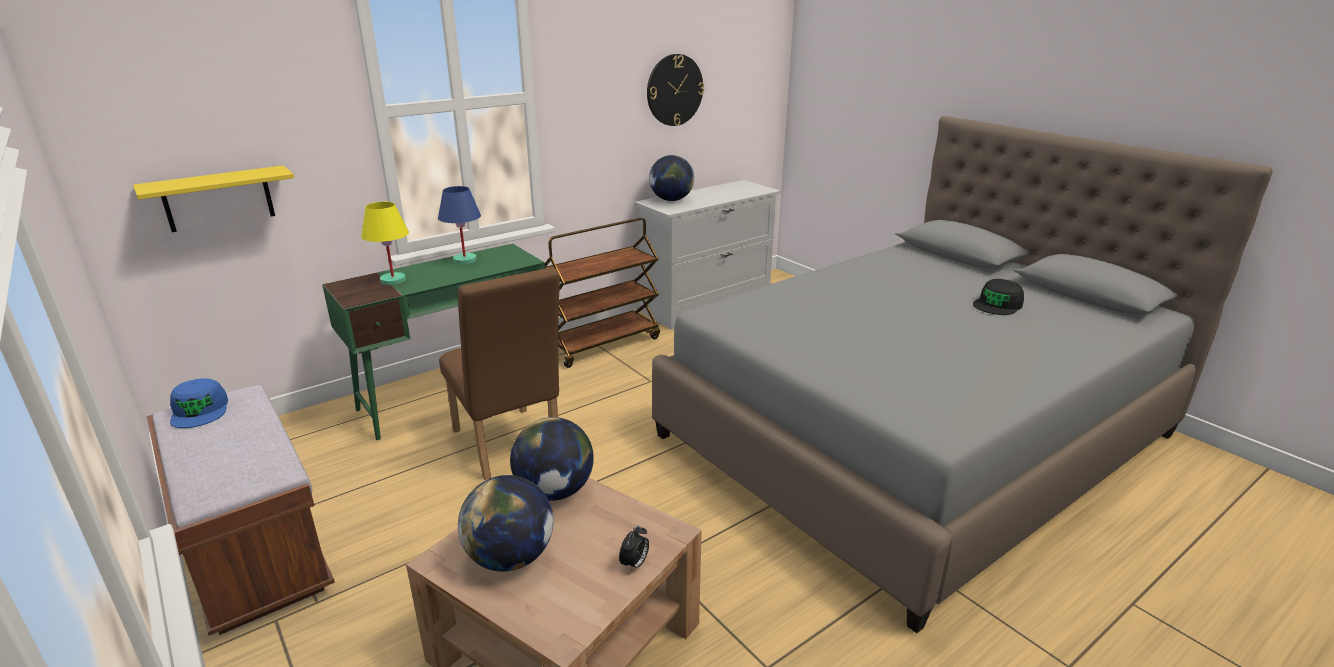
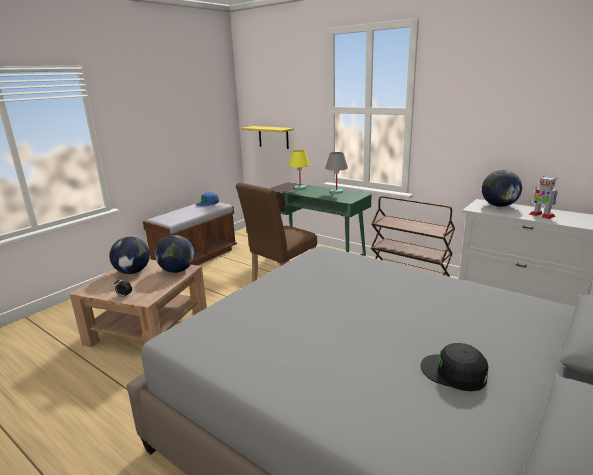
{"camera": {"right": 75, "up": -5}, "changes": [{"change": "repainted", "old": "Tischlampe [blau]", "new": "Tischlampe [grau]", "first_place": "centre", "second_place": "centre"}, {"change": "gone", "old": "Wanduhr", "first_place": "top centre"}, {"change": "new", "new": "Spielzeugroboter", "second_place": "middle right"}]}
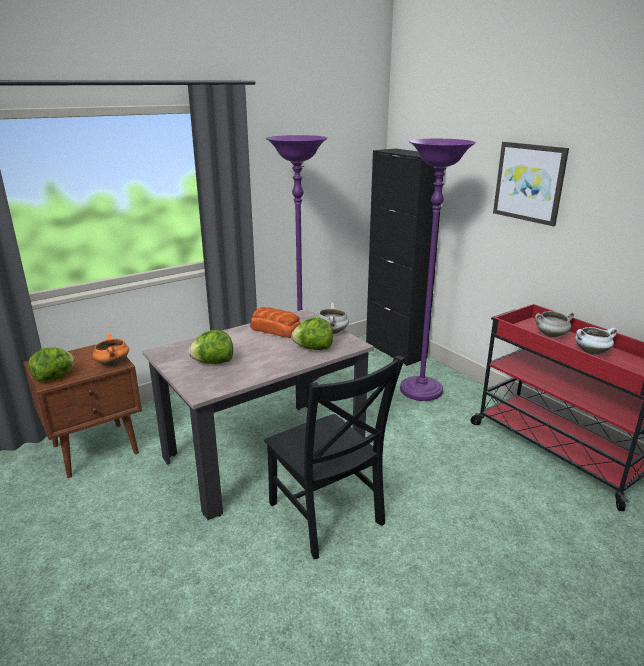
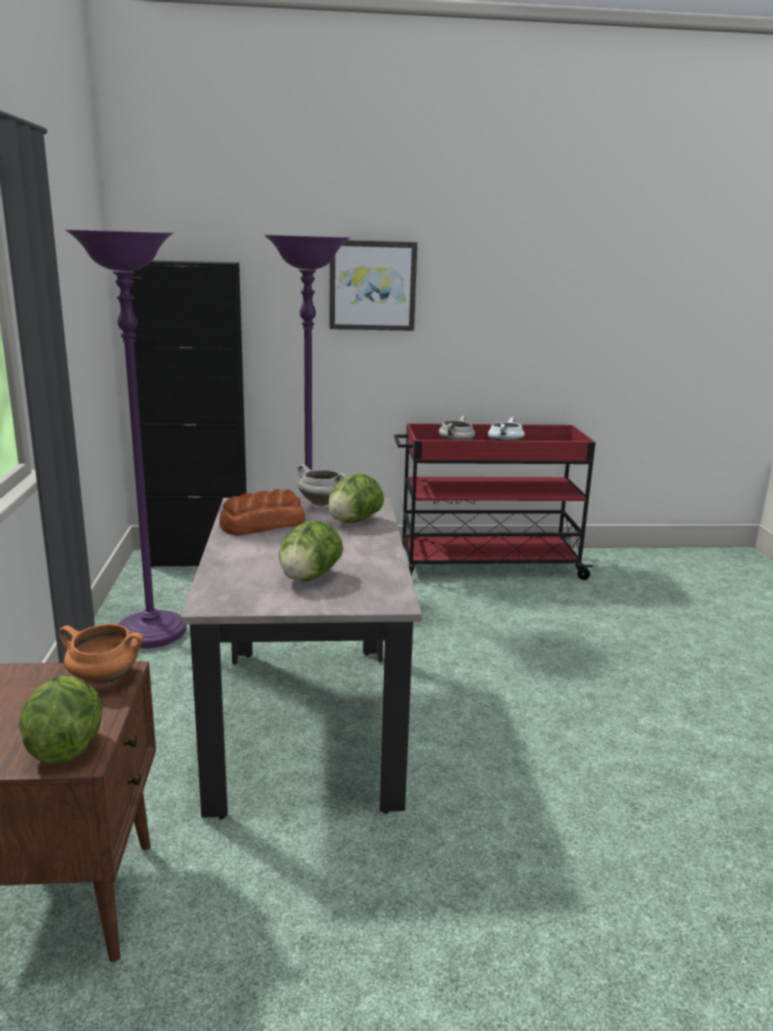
{"camera": {"right": -60, "up": -5}, "changes": [{"change": "gone", "old": "Stuhl [schwarz]", "first_place": "bottom centre"}]}
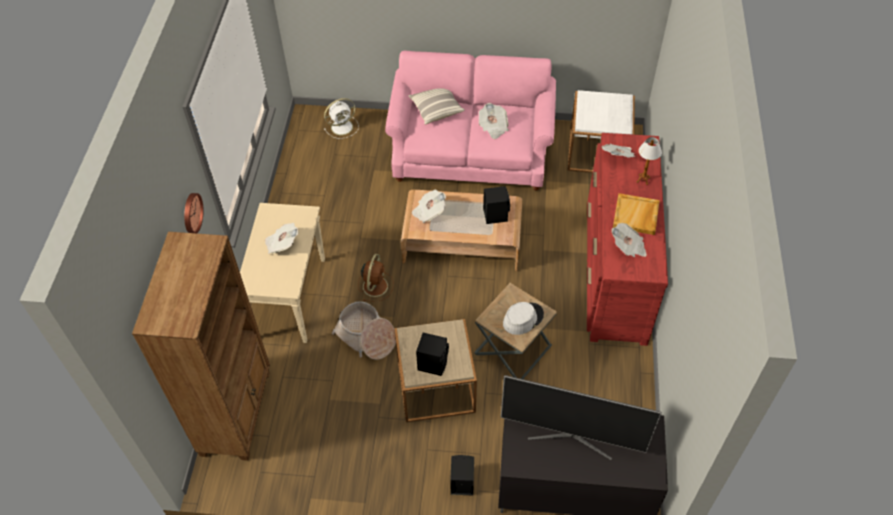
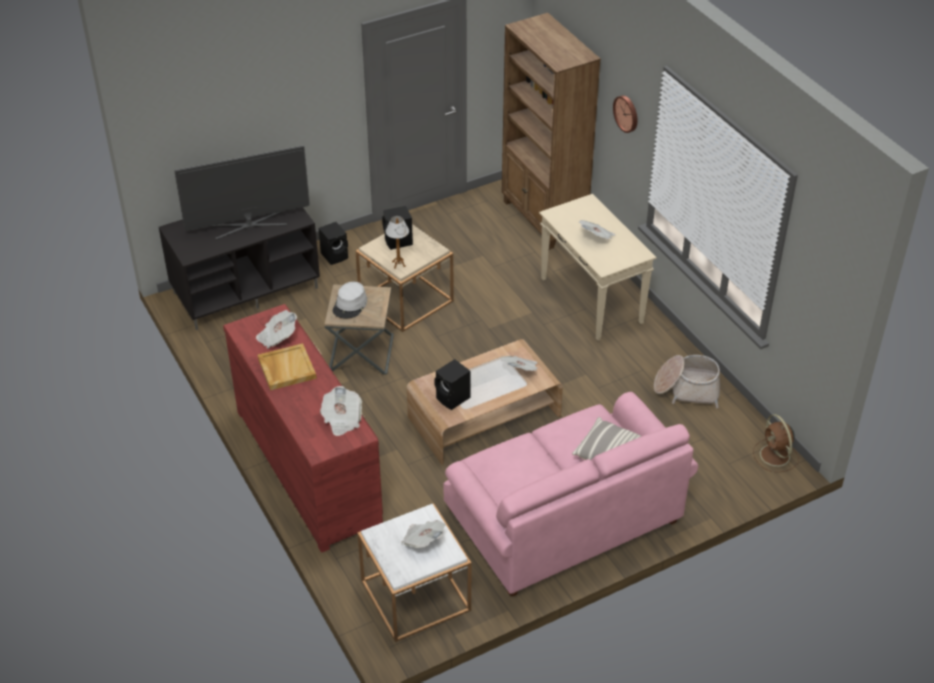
{"camera": {"right": 145, "up": -10}, "changes": [{"change": "gone", "old": "Ventilator [weiß]", "first_place": "top centre"}, {"change": "shifted", "old": "Korb", "first_place": "centre", "second_place": "middle right"}, {"change": "shifted", "old": "Ventilator [braun]", "first_place": "centre", "second_place": "middle right"}, {"change": "shifted", "old": "Zeitung (no. 3 from left)", "first_place": "top centre", "second_place": "bottom centre"}, {"change": "shifted", "old": "Tischlampe", "first_place": "top right", "second_place": "centre"}]}
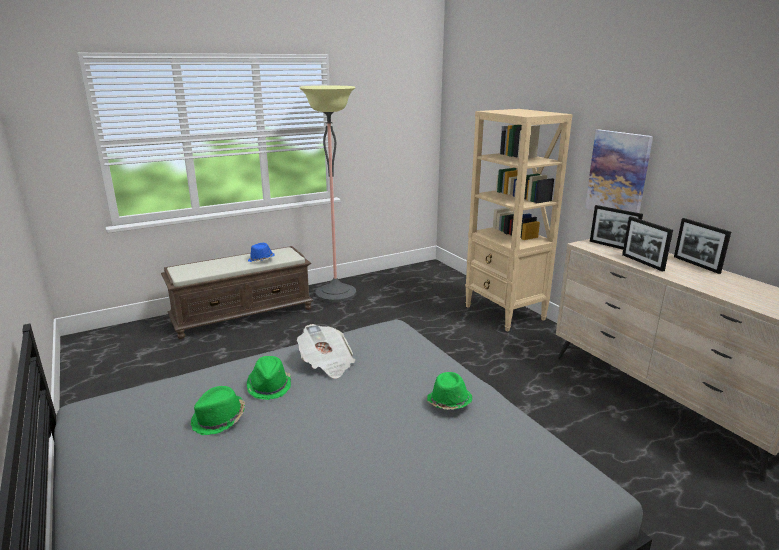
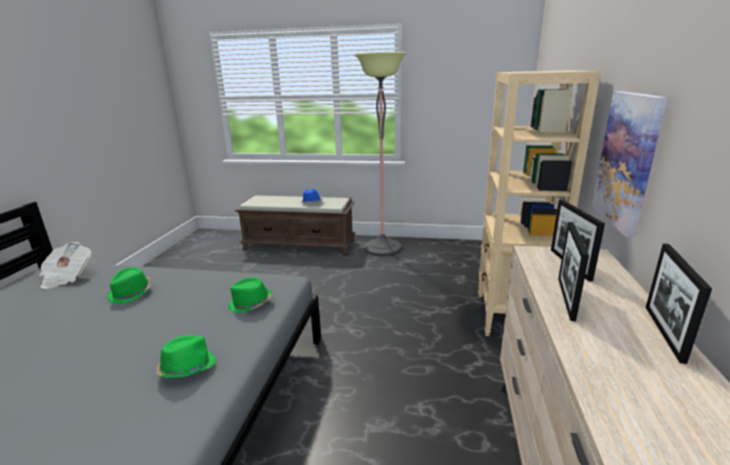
{"camera": {"right": 40, "up": 0}, "changes": [{"change": "shifted", "old": "Hut [grün] (no. 1 from left in the first image)", "new": "Hut [grün] (no. 3 from left)", "first_place": "bottom left", "second_place": "centre"}, {"change": "shifted", "old": "Zeitung", "first_place": "centre", "second_place": "middle left"}]}
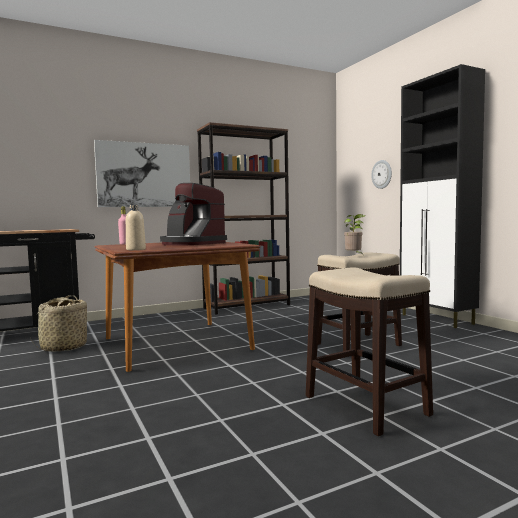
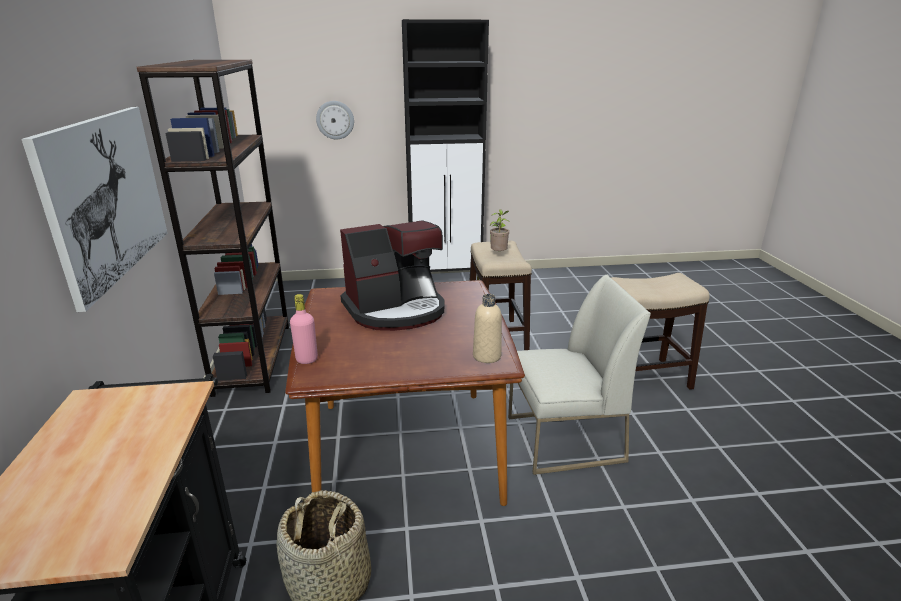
{"camera": {"right": -70, "up": 20}, "changes": [{"change": "new", "new": "Stuhl [weiß]", "second_place": "centre"}]}
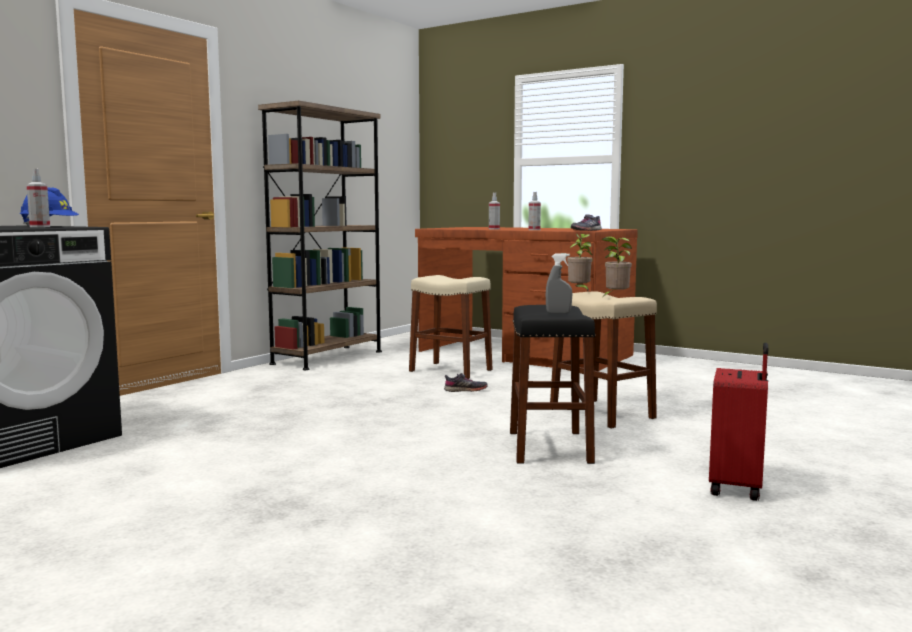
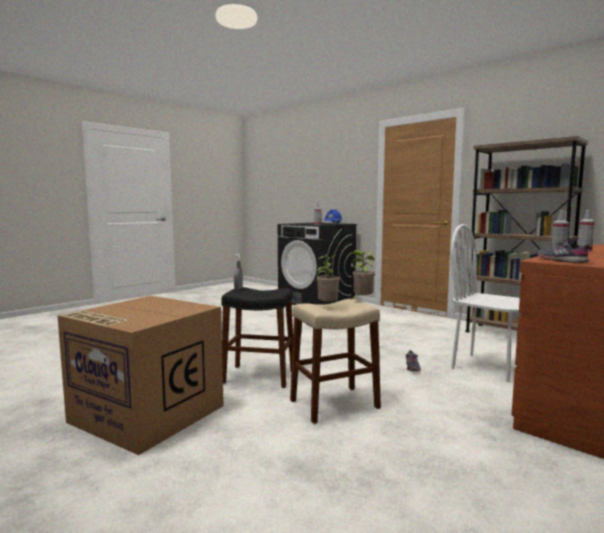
{"camera": {"right": 100, "up": 0}, "changes": [{"change": "swapped", "old": "Hocker [beige] (no. 1 from left)", "new": "Stuhl [weiß]", "first_place": "centre", "second_place": "middle right"}, {"change": "swapped", "old": "Koffer [rot]", "new": "Karton", "first_place": "bottom right", "second_place": "bottom left"}]}
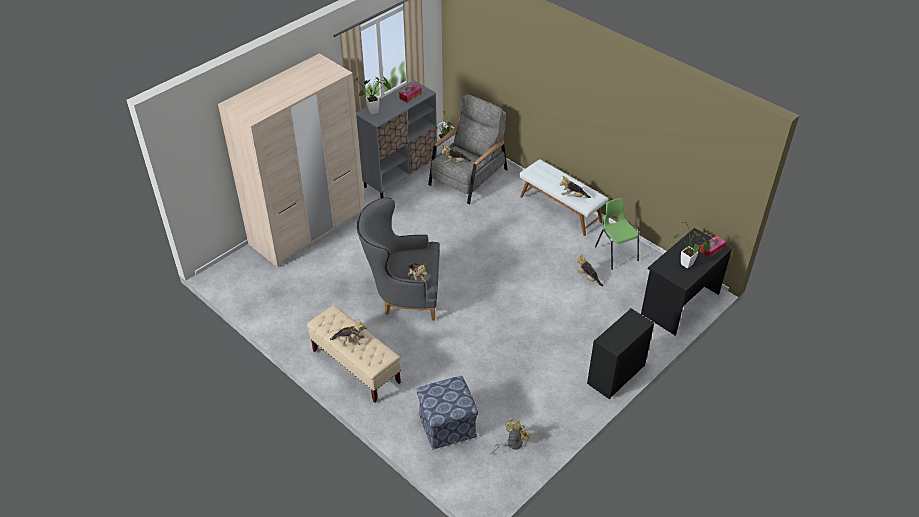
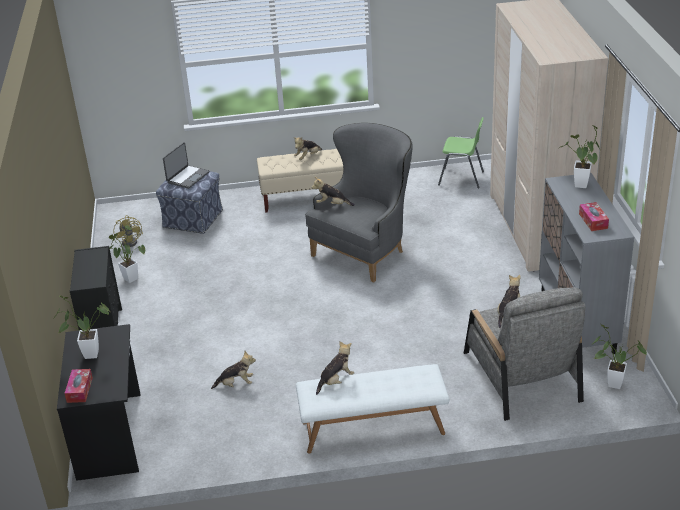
{"camera": {"right": 130, "up": -10}, "changes": [{"change": "shifted", "old": "Stuhl [grün]", "first_place": "middle right", "second_place": "top right"}, {"change": "new", "new": "Topfpflanze (no. 2 from left)", "second_place": "middle left"}, {"change": "new", "new": "Laptop", "second_place": "top left"}]}
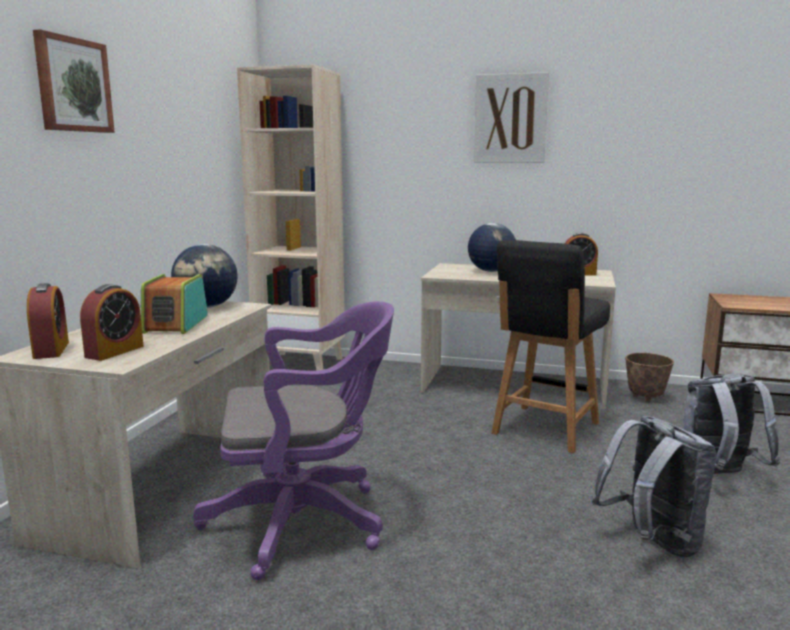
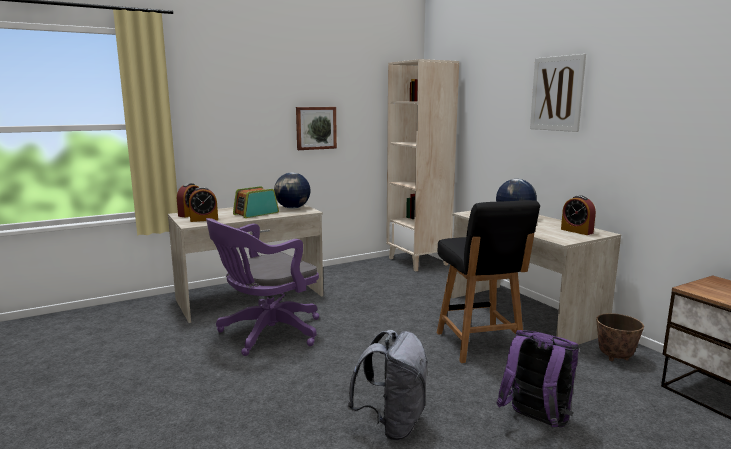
{"camera": {"right": 45, "up": 0}, "changes": [{"change": "shifted", "old": "Bild (no. 1 from left)", "first_place": "top left", "second_place": "top centre"}, {"change": "rotated", "old": "Bürostuhl [lila]", "first_place": "bottom centre", "second_place": "centre", "degrees": 105}, {"change": "rotated", "old": "Stuhl [schwarz]", "first_place": "middle right", "second_place": "middle right", "degrees": -90}, {"change": "repainted", "old": "Rucksack [grau] (no. 2 from left)", "new": "Rucksack [lila]", "first_place": "bottom right", "second_place": "bottom right"}]}
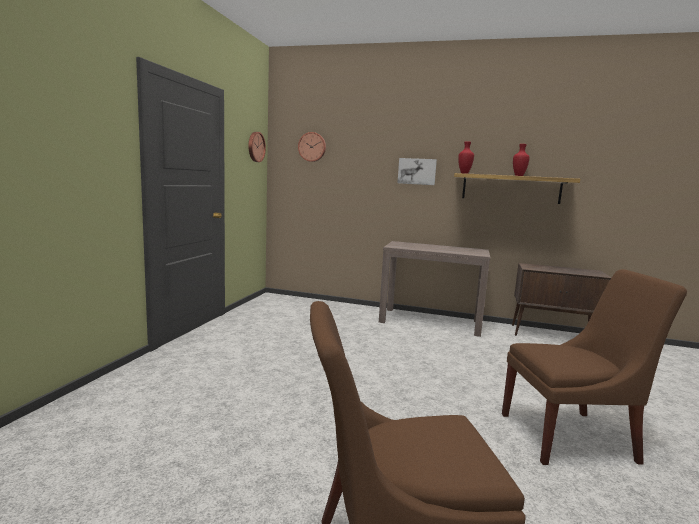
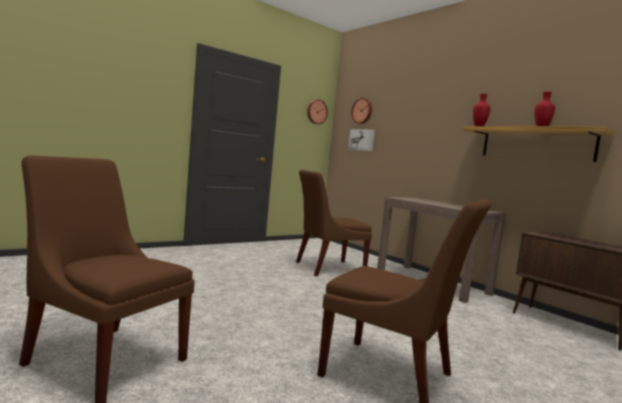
{"camera": {"right": 35, "up": -5}, "changes": [{"change": "shifted", "old": "Bild", "first_place": "top centre", "second_place": "centre"}, {"change": "new", "new": "Stuhl [braun] (no. 2 from left)", "second_place": "centre"}]}
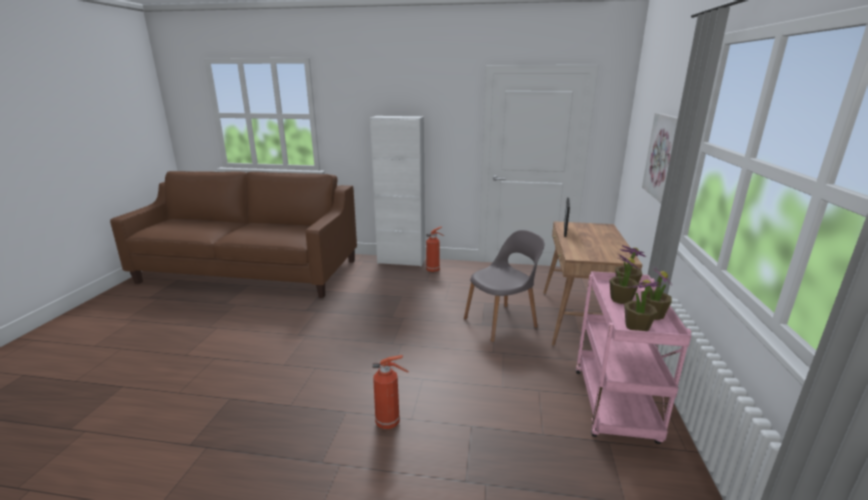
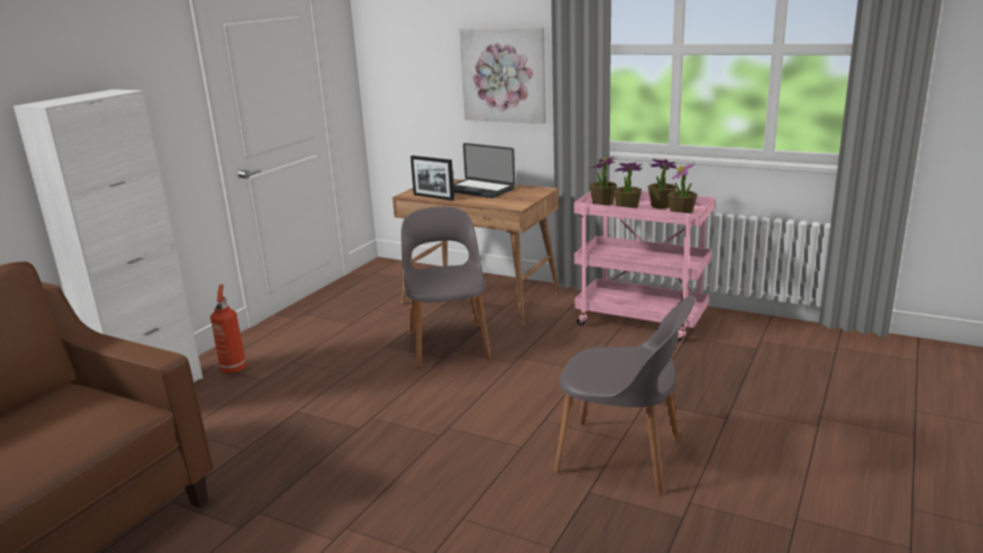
{"camera": {"right": -70, "up": 0}, "changes": [{"change": "swapped", "old": "Feuerlöscher (no. 1 from left)", "new": "Stuhl [grau] (no. 2 from left)", "first_place": "bottom centre", "second_place": "bottom centre"}, {"change": "new", "new": "Laptop", "second_place": "top centre"}]}
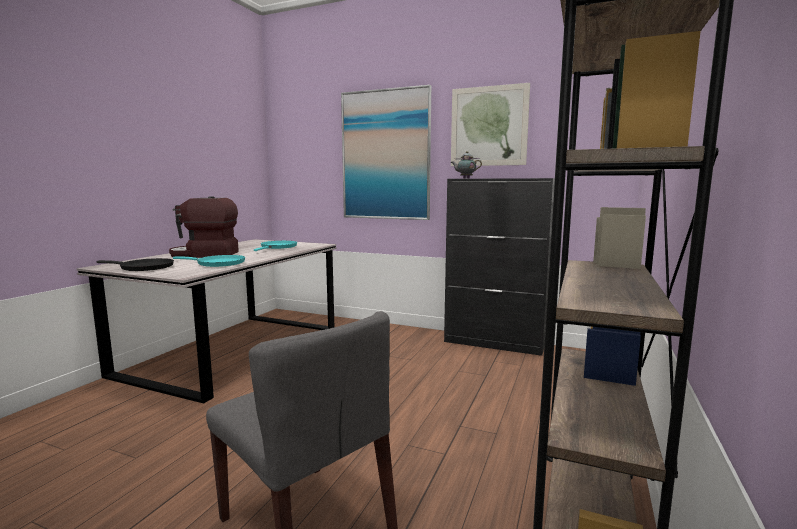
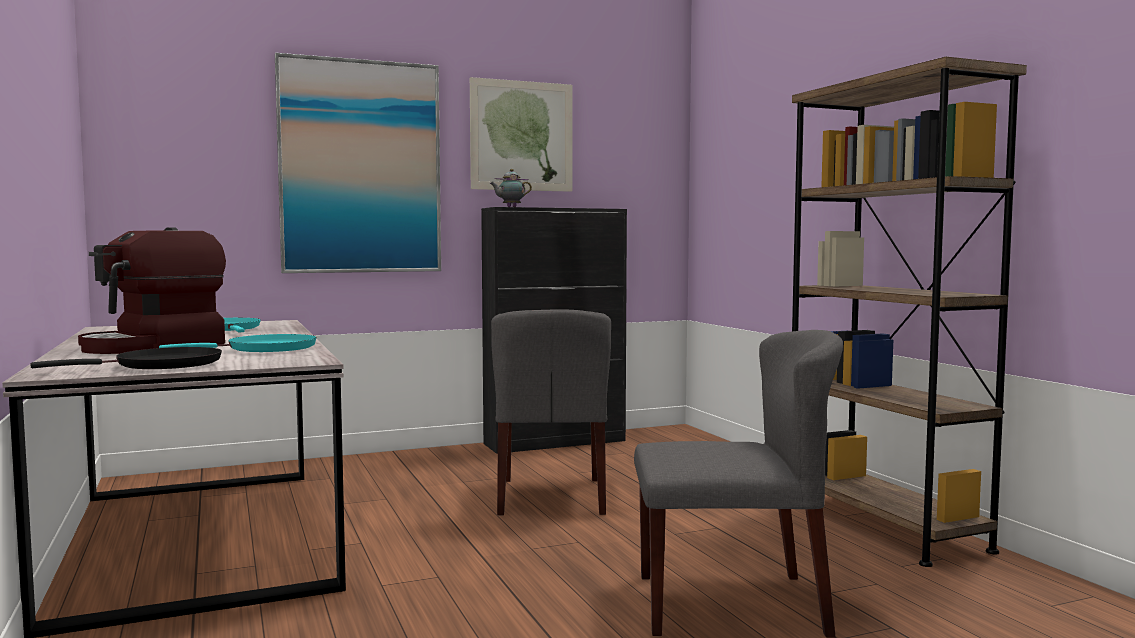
{"camera": {"right": -45, "up": -5}, "changes": [{"change": "new", "new": "Stuhl [grau] (no. 1 from left)", "second_place": "centre"}]}
